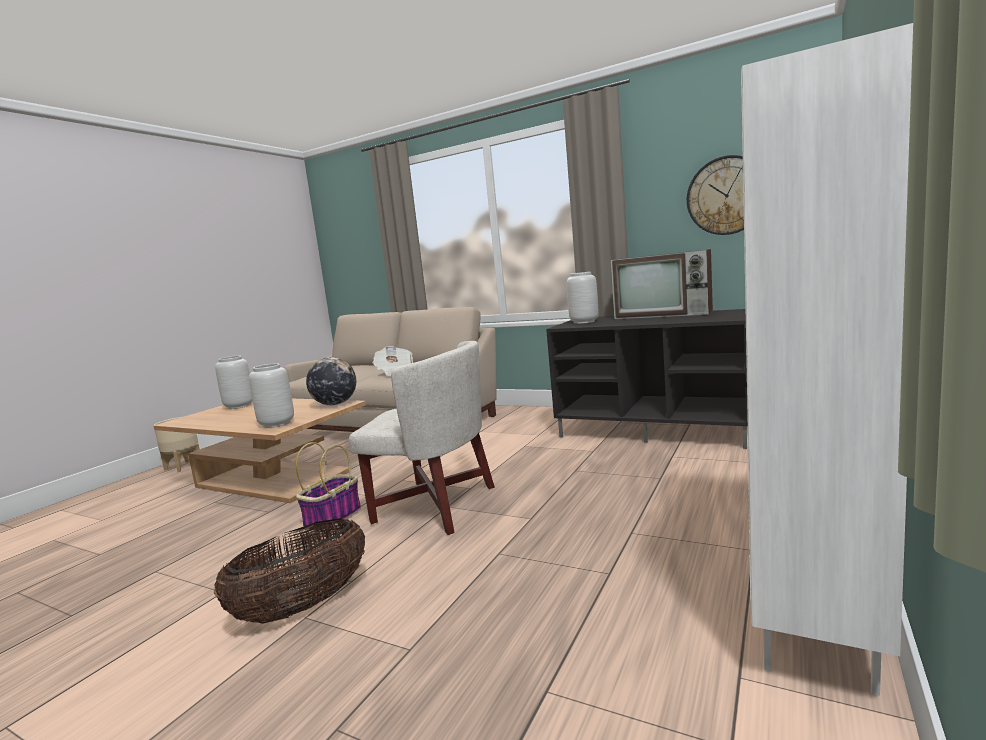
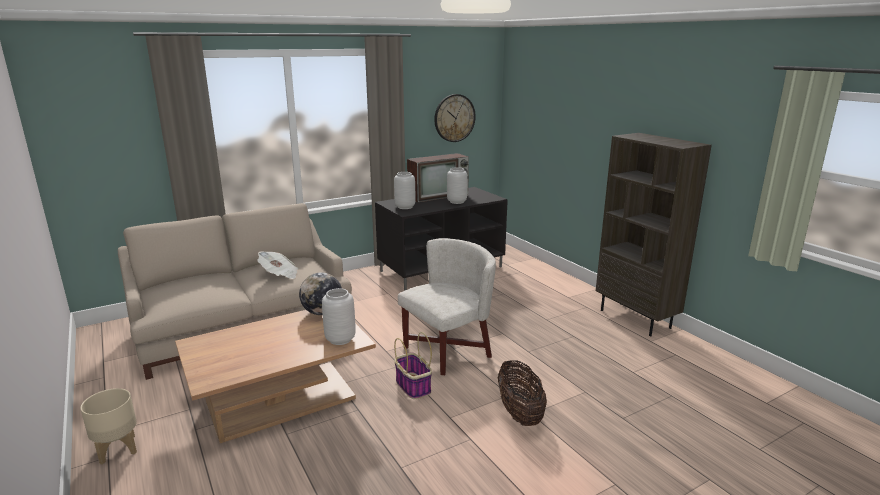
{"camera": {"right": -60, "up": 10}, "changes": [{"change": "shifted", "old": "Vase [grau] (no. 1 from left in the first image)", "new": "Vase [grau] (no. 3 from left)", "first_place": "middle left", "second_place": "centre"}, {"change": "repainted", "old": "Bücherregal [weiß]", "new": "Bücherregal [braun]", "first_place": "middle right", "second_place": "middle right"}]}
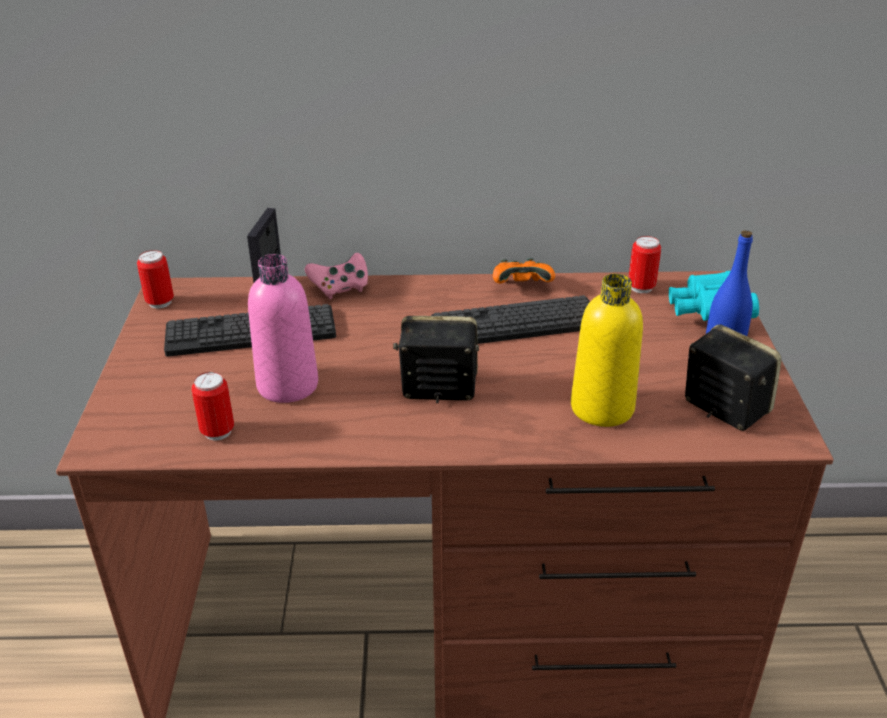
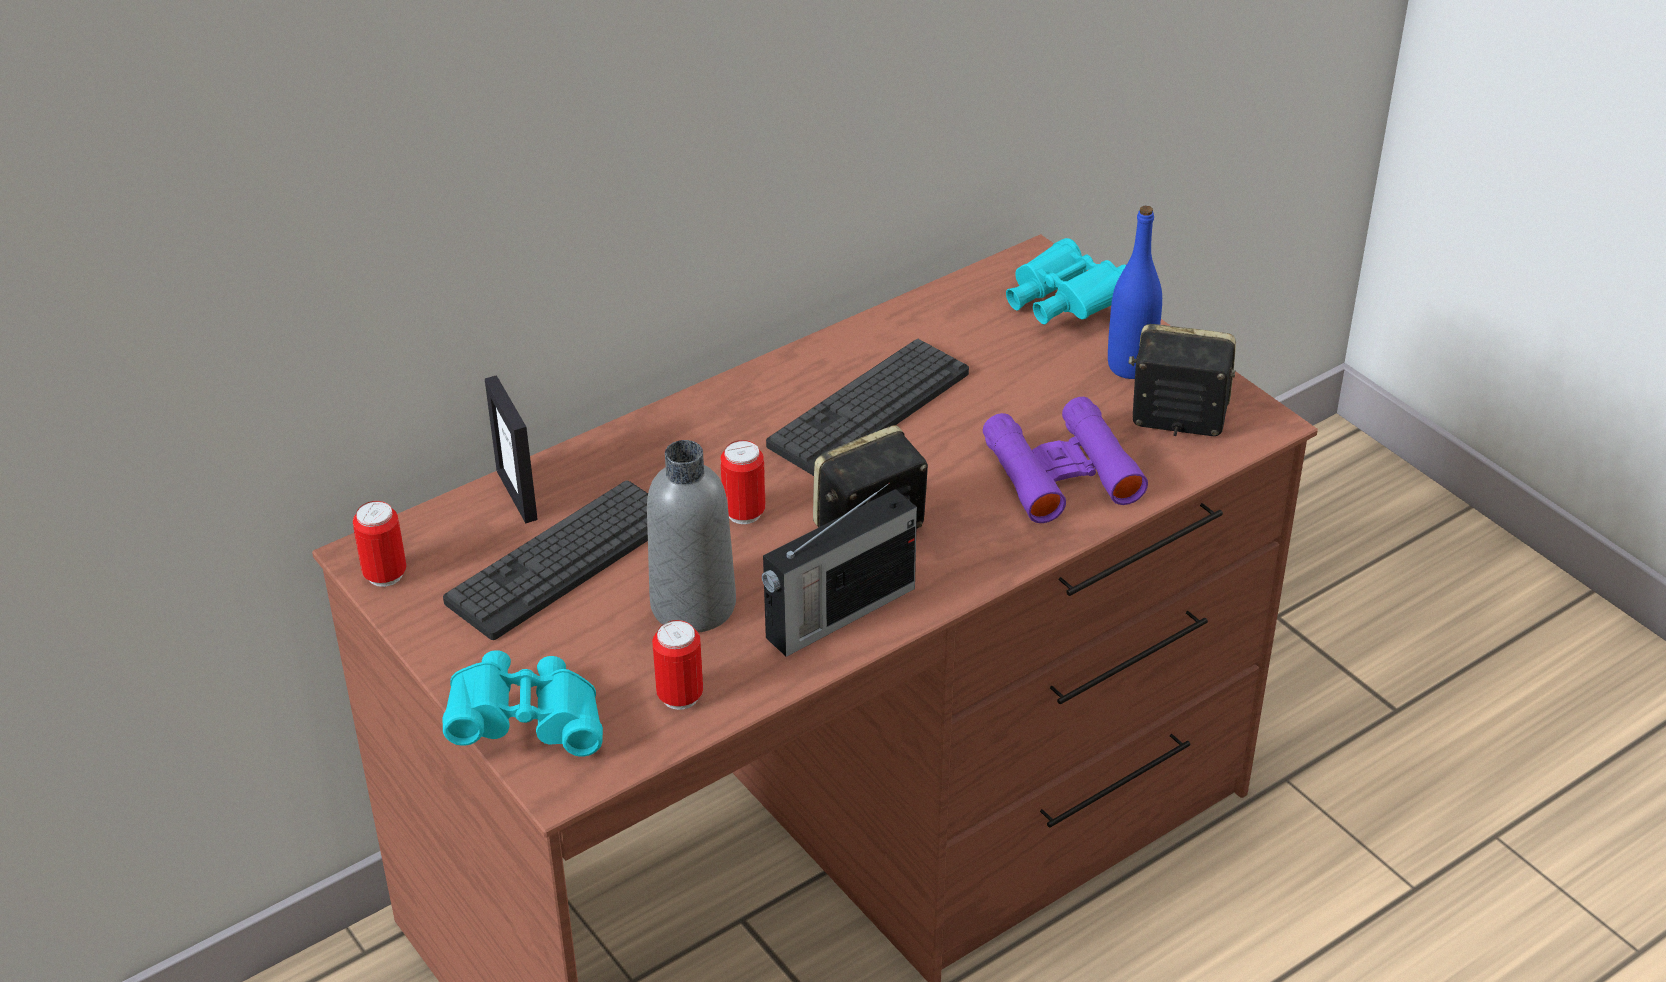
{"camera": {"right": -35, "up": 5}, "changes": [{"change": "repainted", "old": "Flasche [rosa]", "new": "Flasche [grau]", "first_place": "middle left", "second_place": "centre"}, {"change": "gone", "old": "Gamepad [rosa]", "first_place": "centre"}, {"change": "gone", "old": "Gamepad [orange]", "first_place": "centre"}, {"change": "swapped", "old": "Flasche [gelb]", "new": "Fernglas [lila]", "first_place": "middle right", "second_place": "centre"}, {"change": "shifted", "old": "Dose (no. 3 from left)", "first_place": "middle right", "second_place": "centre"}, {"change": "new", "new": "Fernglas [türkis] (no. 1 from left)", "second_place": "bottom left"}, {"change": "new", "new": "Radio", "second_place": "centre"}]}
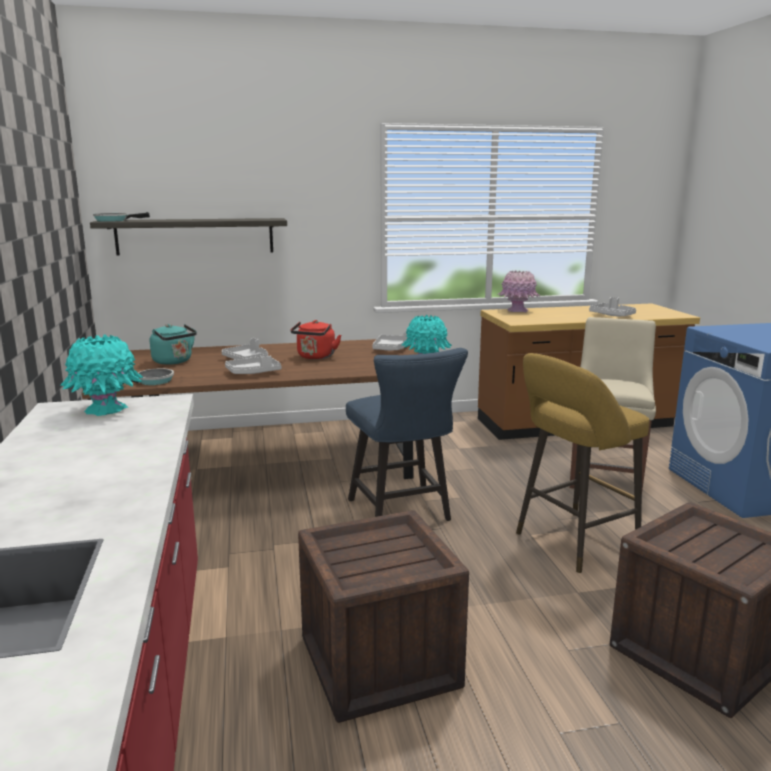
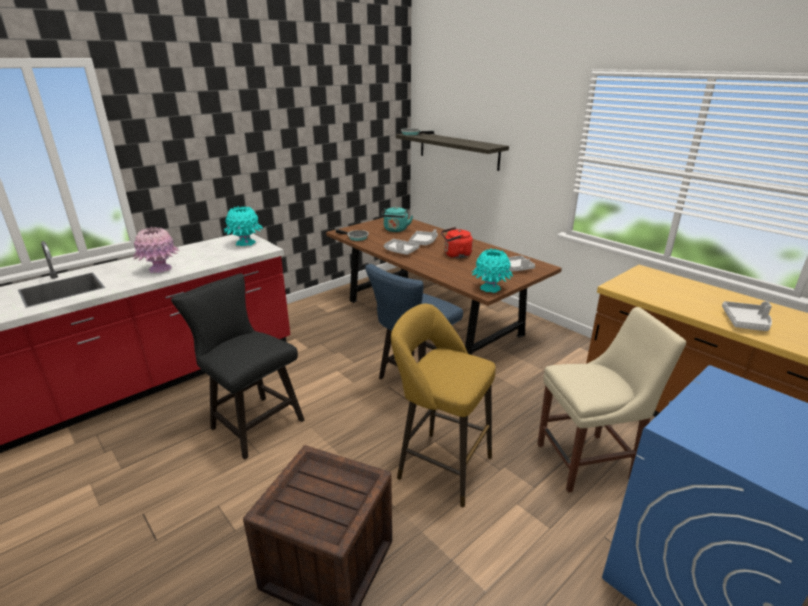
{"camera": {"right": 60, "up": 10}, "changes": [{"change": "swapped", "old": "Kiste (no. 1 from left)", "new": "Stuhl [schwarz]", "first_place": "bottom centre", "second_place": "middle left"}, {"change": "shifted", "old": "Vase [rosa]", "first_place": "middle right", "second_place": "middle left"}]}
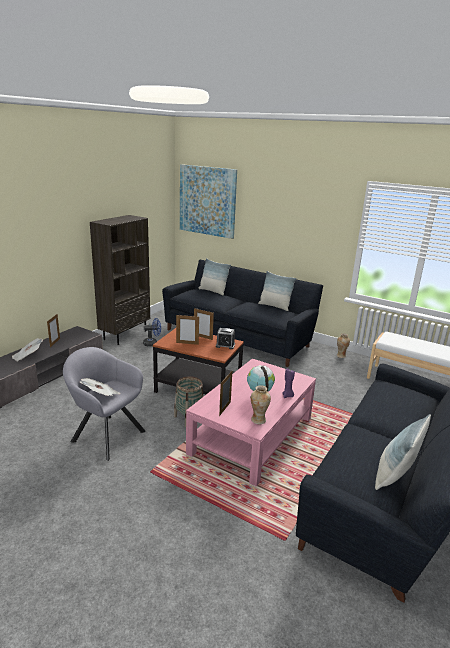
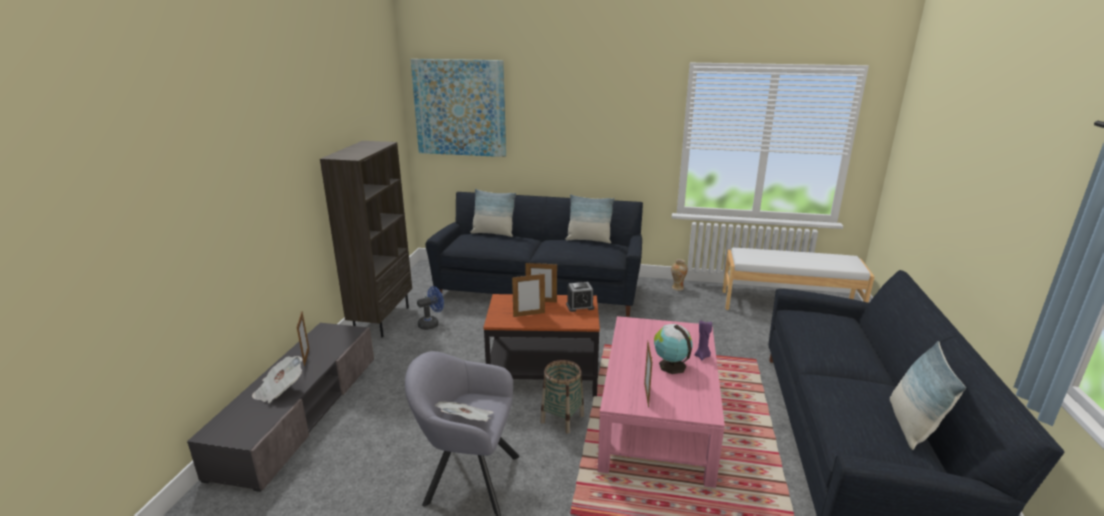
{"camera": {"right": -20, "up": 0}, "changes": [{"change": "gone", "old": "Vase (no. 1 from left)", "first_place": "centre"}]}
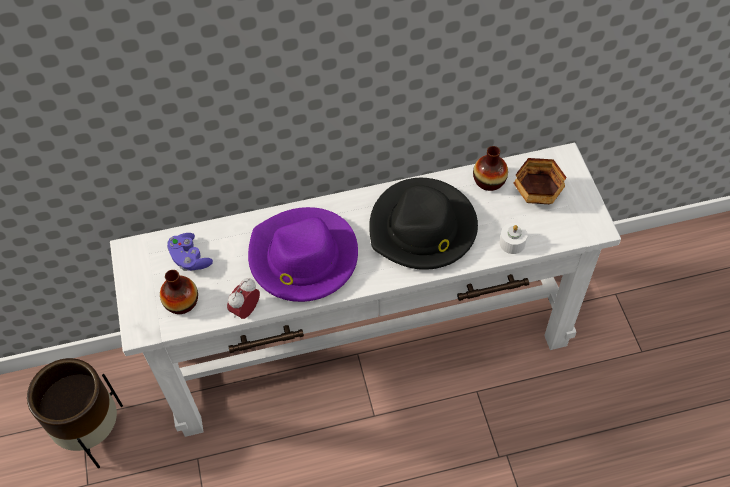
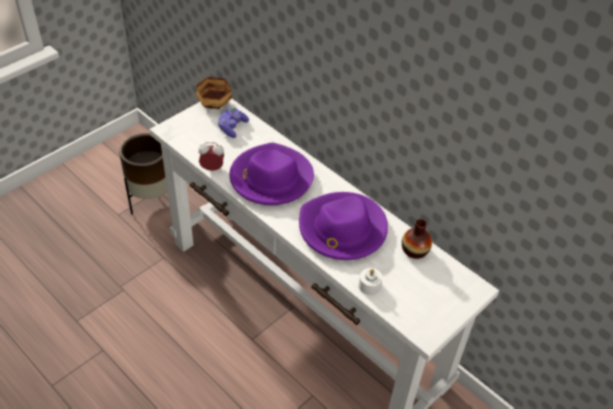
{"camera": {"right": 55, "up": -10}, "changes": [{"change": "gone", "old": "Vase (no. 1 from left)", "first_place": "middle left"}, {"change": "repainted", "old": "Hut [schwarz]", "new": "Hut [lila] (no. 2 from left)", "first_place": "centre", "second_place": "centre"}, {"change": "shifted", "old": "Schüssel", "first_place": "middle right", "second_place": "top centre"}]}
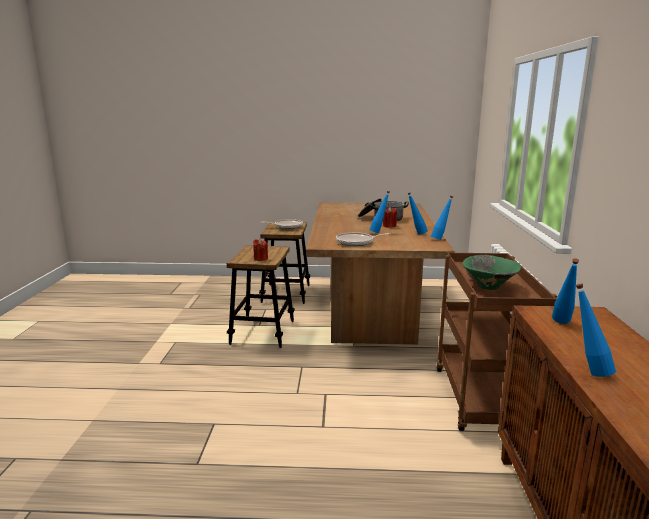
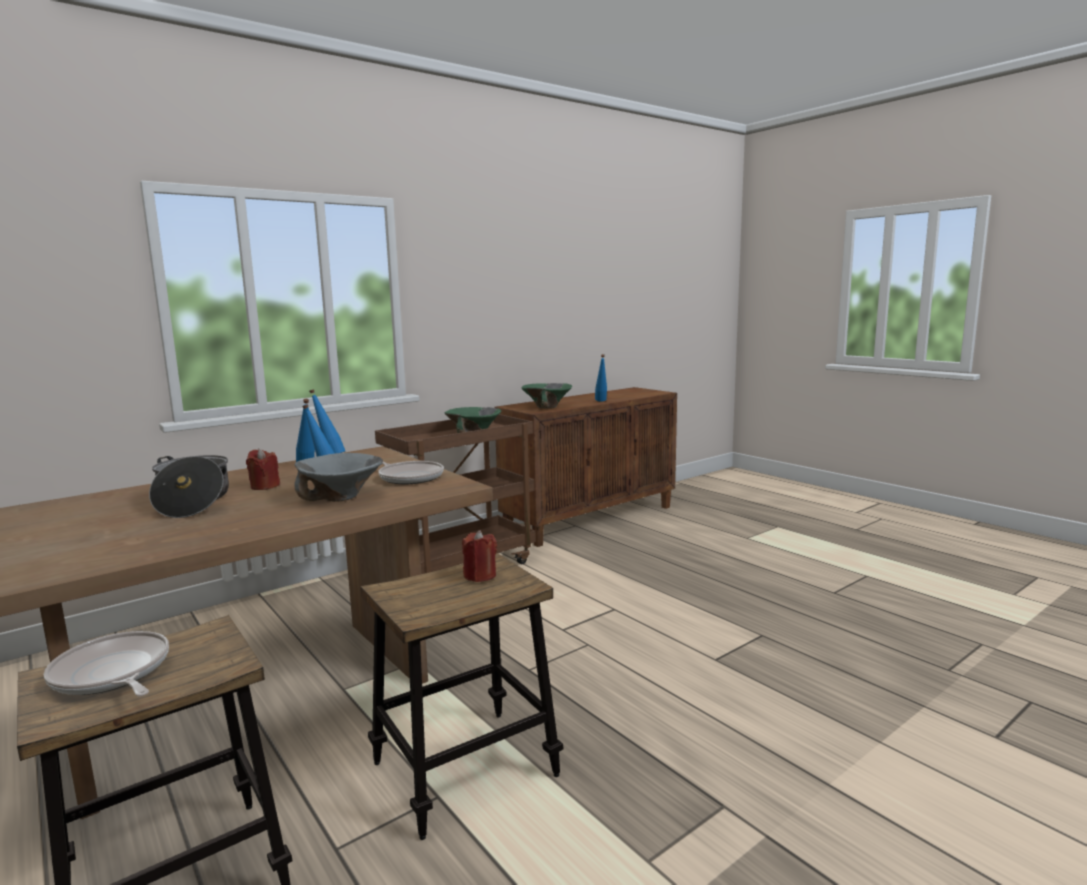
{"camera": {"right": -130, "up": -5}, "changes": [{"change": "swapped", "old": "Flasche [blau] (no. 4 from left)", "new": "Schüssel [grün] (no. 2 from left)", "first_place": "middle right", "second_place": "centre"}, {"change": "new", "new": "Schüssel [grau]", "second_place": "middle left"}]}
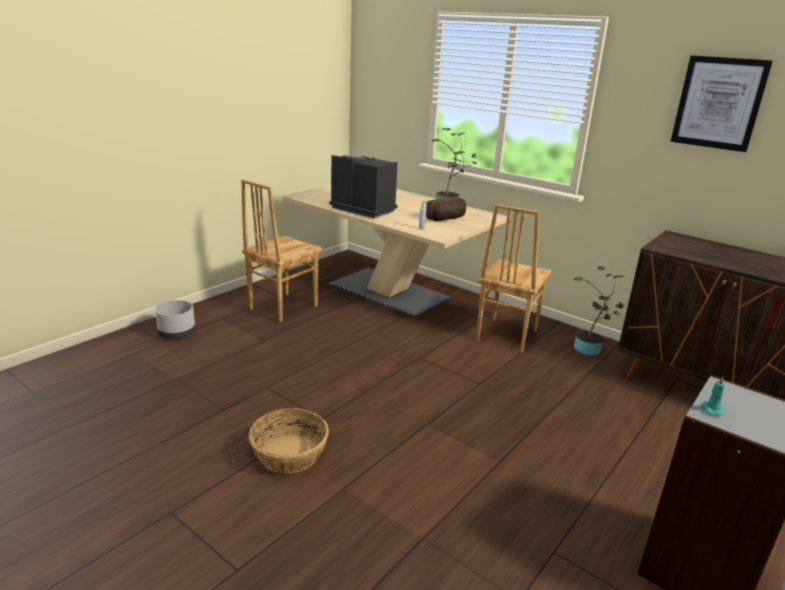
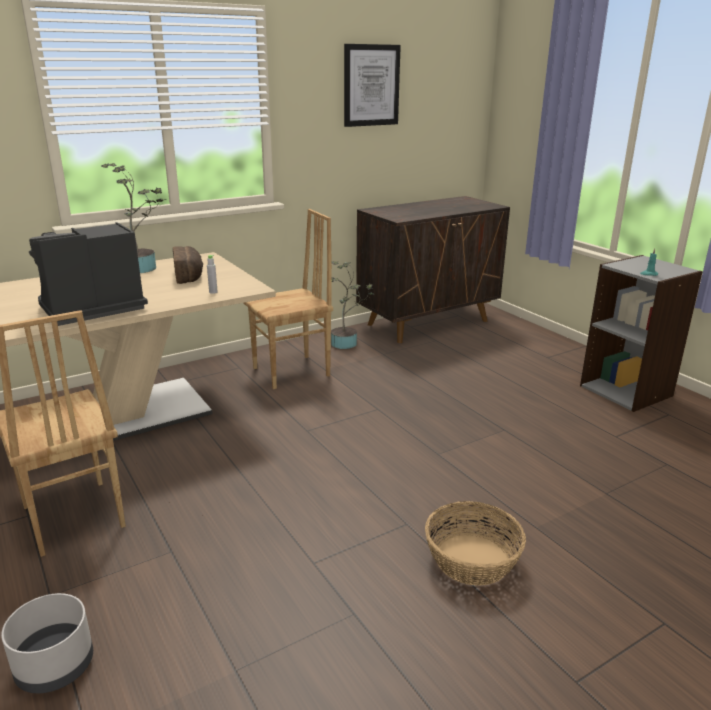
{"camera": {"right": -70, "up": 0}, "changes": [{"change": "rotated", "old": "Stuhl [braun] (no. 2 from left)", "first_place": "centre", "second_place": "centre", "degrees": -75}]}
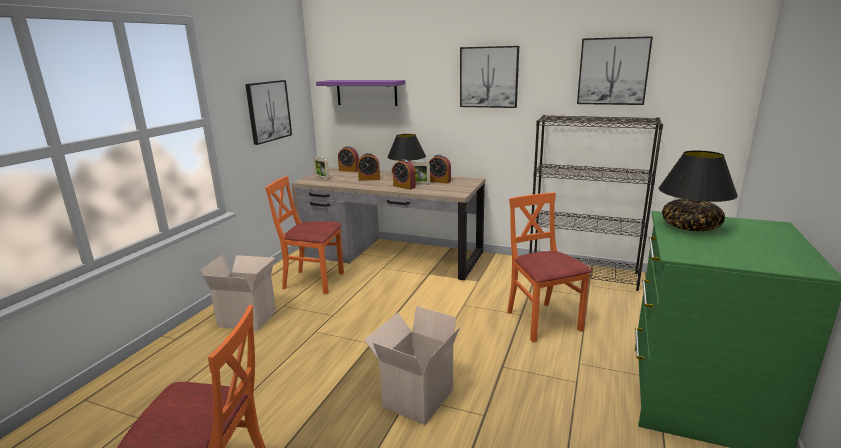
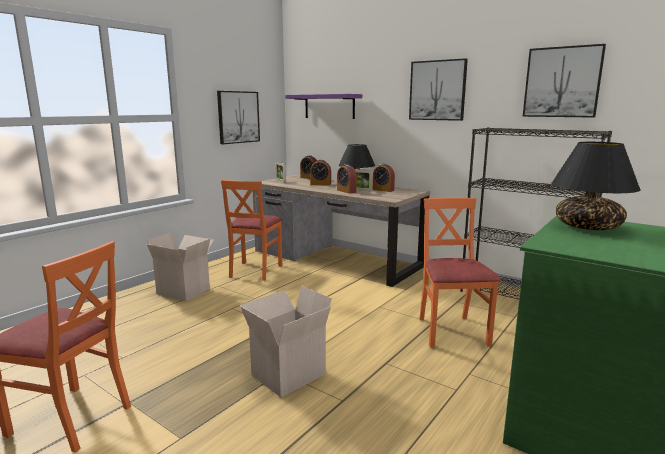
{"camera": {"right": 15, "up": -5}, "changes": [{"change": "rotated", "old": "Stuhl [orange] (no. 2 from left)", "first_place": "centre", "second_place": "centre", "degrees": -105}]}
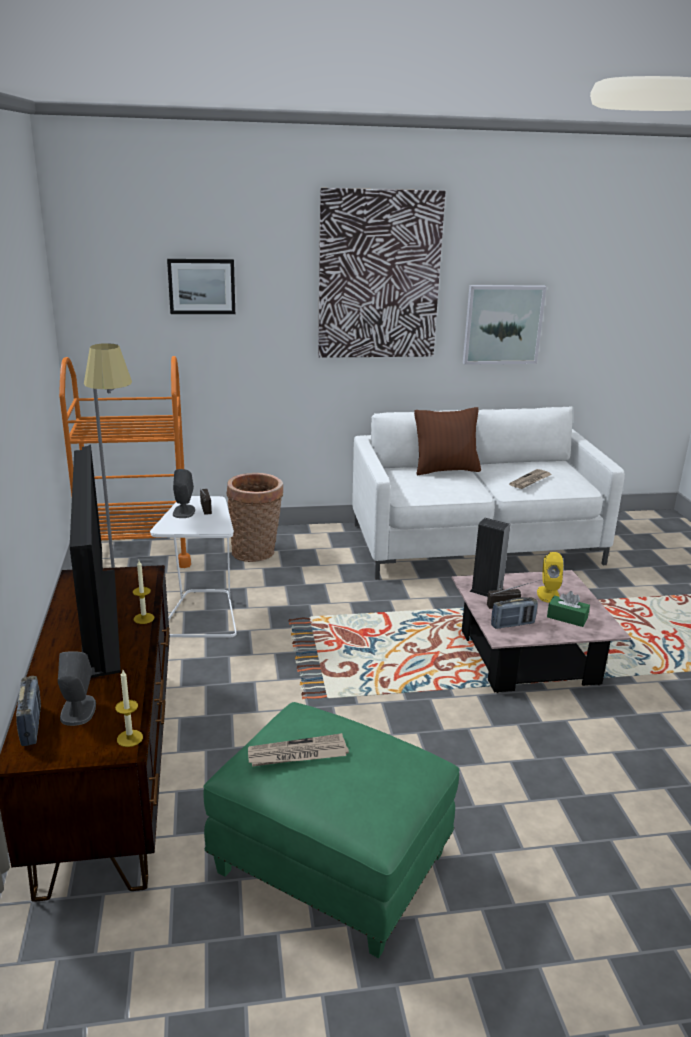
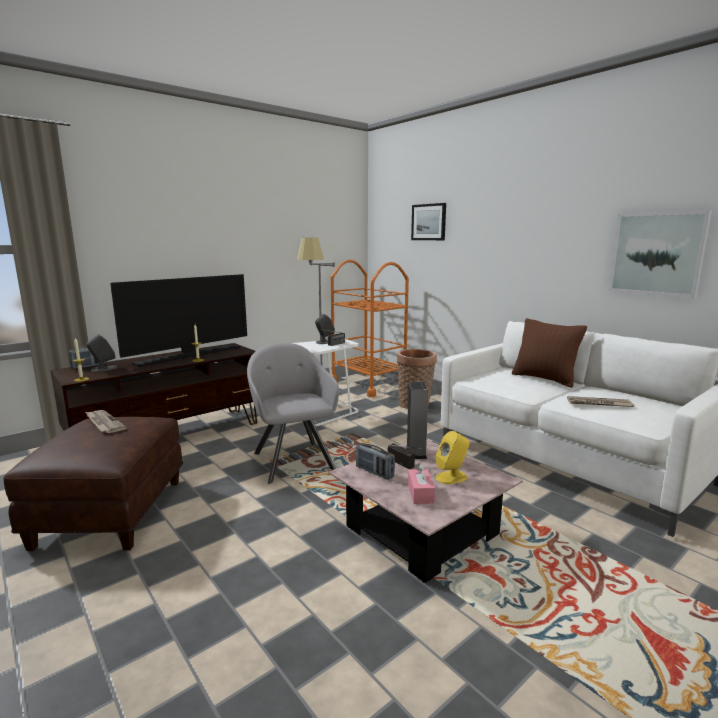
{"camera": {"right": 60, "up": -10}, "changes": [{"change": "repainted", "old": "Polsterhocker [grün]", "new": "Polsterhocker [braun]", "first_place": "bottom centre", "second_place": "bottom left"}, {"change": "gone", "old": "Bild (no. 2 from left)", "first_place": "top centre"}, {"change": "repainted", "old": "Taschentuchbox [grün]", "new": "Taschentuchbox [rosa]", "first_place": "middle right", "second_place": "bottom centre"}, {"change": "new", "new": "Sessel [grau]", "second_place": "centre"}]}
